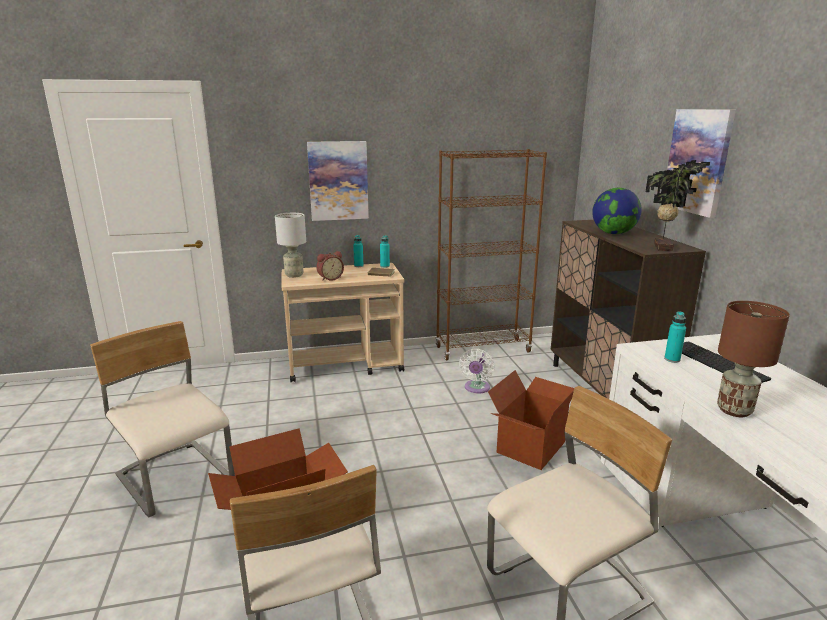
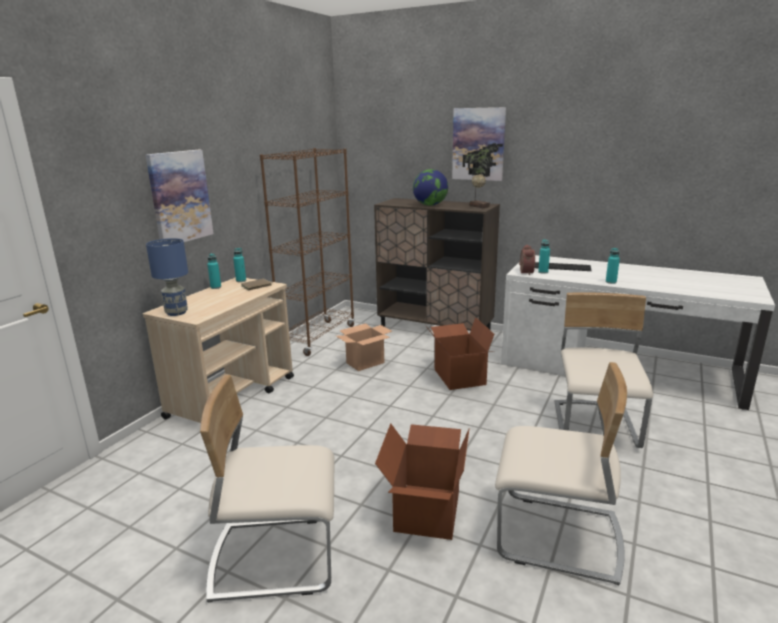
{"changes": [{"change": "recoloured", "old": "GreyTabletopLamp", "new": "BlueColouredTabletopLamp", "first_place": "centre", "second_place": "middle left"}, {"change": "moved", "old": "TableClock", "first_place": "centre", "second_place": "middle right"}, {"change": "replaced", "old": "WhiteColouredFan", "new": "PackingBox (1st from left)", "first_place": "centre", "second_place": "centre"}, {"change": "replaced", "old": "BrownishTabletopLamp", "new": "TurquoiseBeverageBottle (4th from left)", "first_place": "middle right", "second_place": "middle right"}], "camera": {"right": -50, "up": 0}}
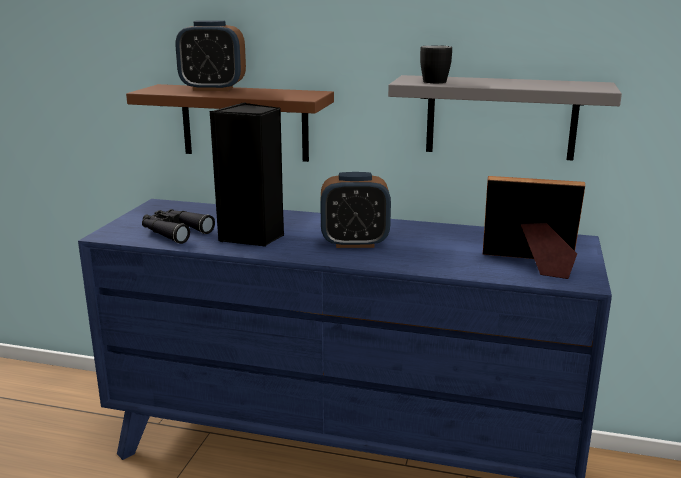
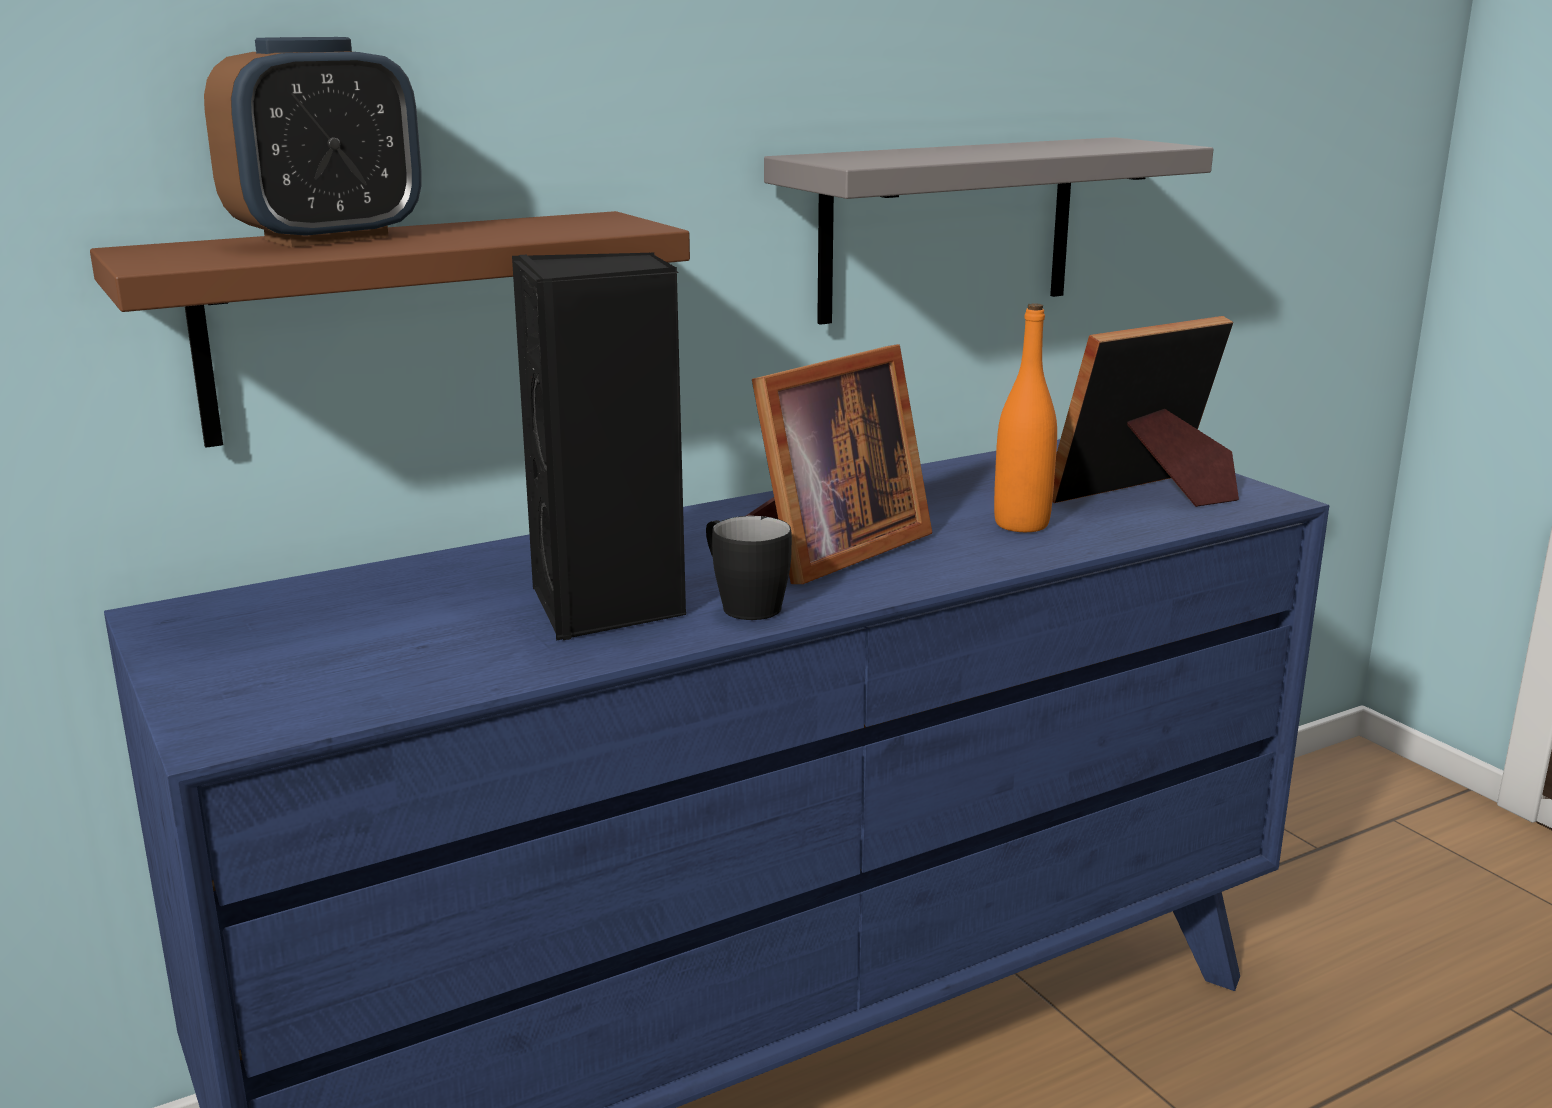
{"changes": [{"change": "removed", "old": "BlackishPairOfBinoculars", "first_place": "middle left"}, {"change": "replaced", "old": "TableClock (2nd from left)", "new": "StandingFrame (1st from left)", "first_place": "centre", "second_place": "centre"}, {"change": "moved", "old": "BlackishCoffeeMug", "first_place": "top centre", "second_place": "centre"}, {"change": "added", "new": "OrangeyBeverageBottle", "second_place": "centre"}], "camera": {"right": -45, "up": 0}}
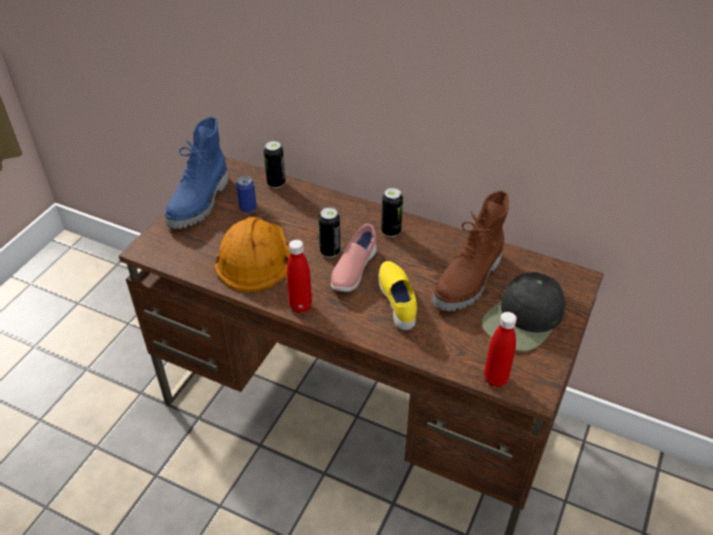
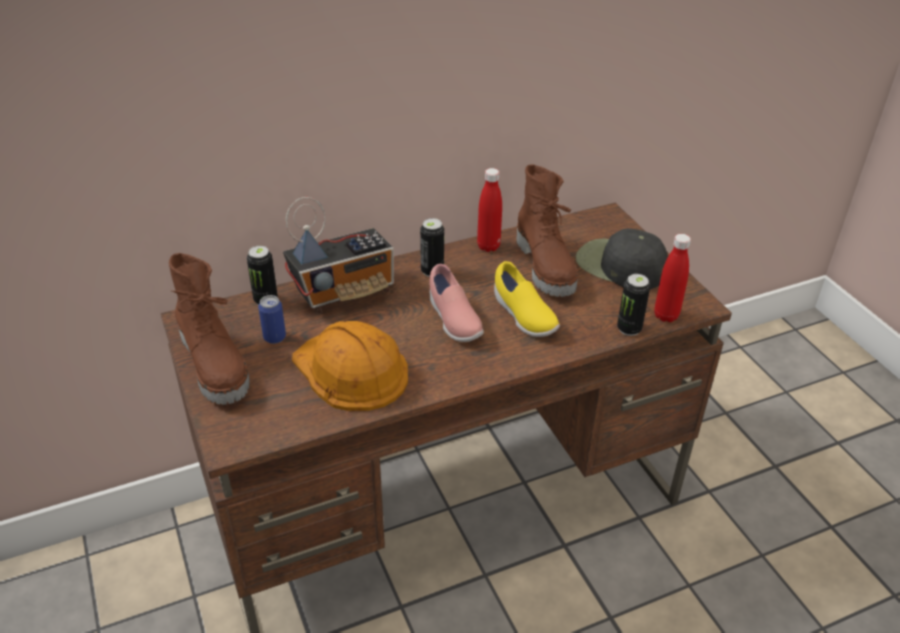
{"changes": [{"change": "recoloured", "old": "BlueColouredHighTopBoot", "new": "BrownishHighTopBoot (1st from left)", "first_place": "top left", "second_place": "middle left"}, {"change": "moved", "old": "RedColouredBeverageBottle (1st from left)", "first_place": "centre", "second_place": "top centre"}, {"change": "moved", "old": "SealedCan (3rd from left in the first image)", "new": "SealedCan (4th from left)", "first_place": "centre", "second_place": "middle right"}, {"change": "turned", "old": "YellowItemOfFootwear", "first_place": "centre", "second_place": "centre", "degrees": -150}, {"change": "turned", "old": "BlackishBaseballCap", "first_place": "middle right", "second_place": "middle right", "degrees": 135}, {"change": "added", "new": "Radio", "second_place": "centre"}], "camera": {"right": -50, "up": -5}}
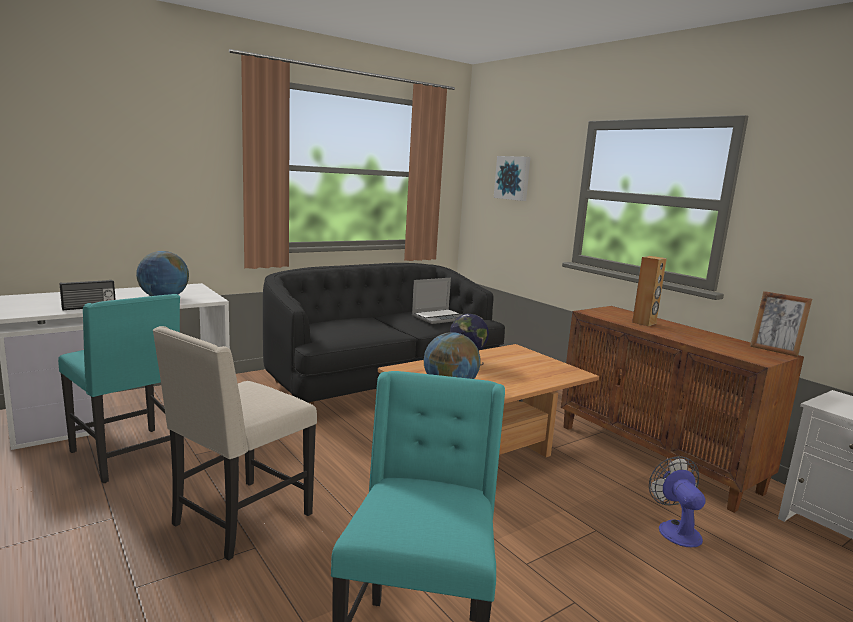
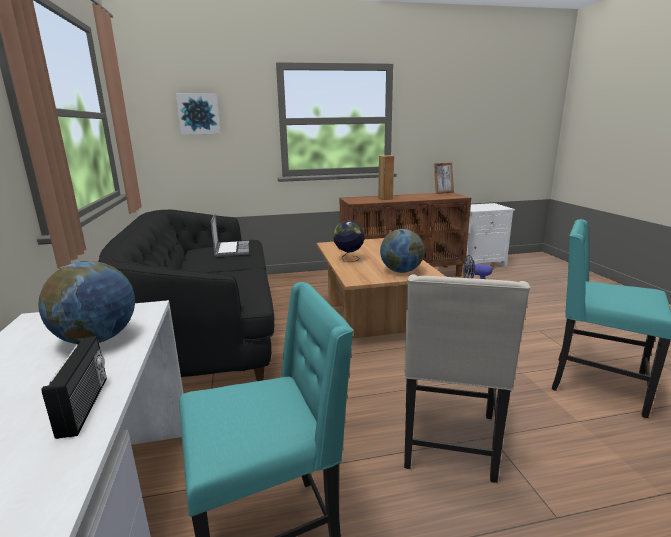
{"changes": [{"change": "turned", "old": "BeigeChair", "first_place": "bottom left", "second_place": "bottom right", "degrees": 45}], "camera": {"right": -65, "up": 5}}
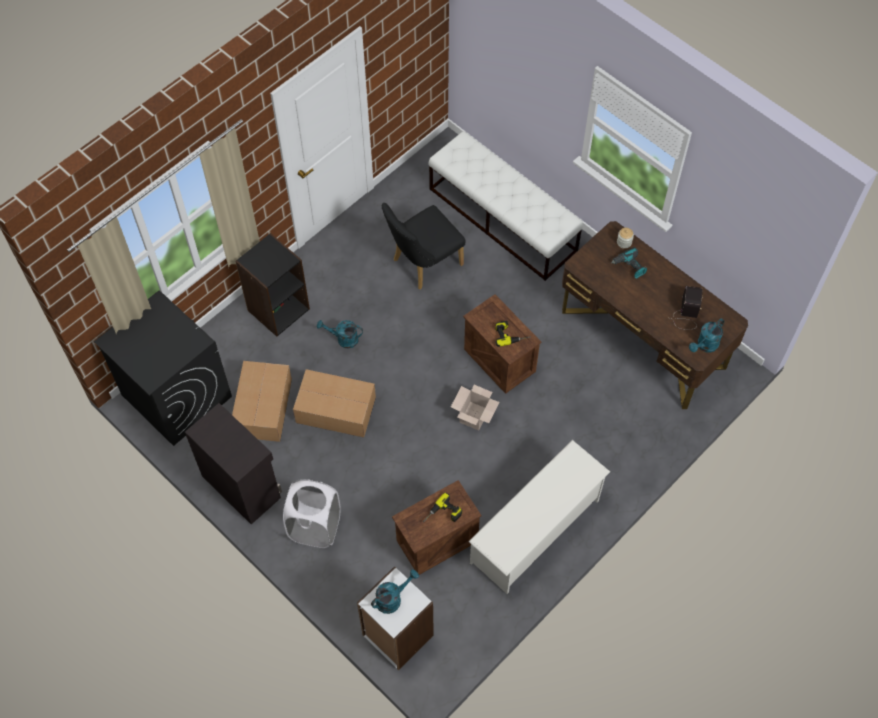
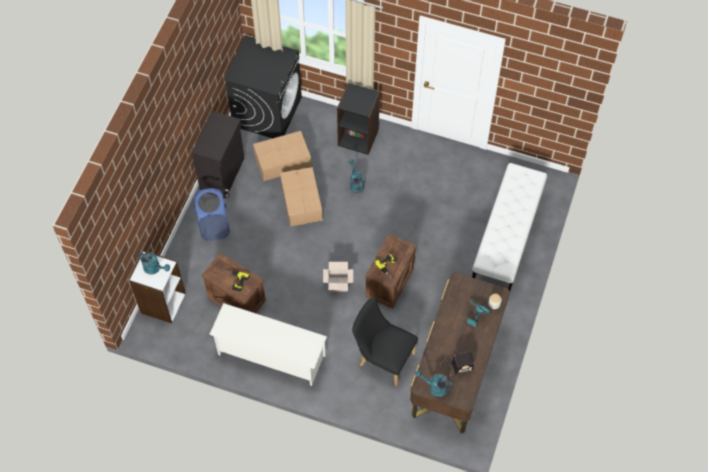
{"changes": [{"change": "recoloured", "old": "WhiteColouredWashingBasket", "new": "BlueColouredWashingBasket", "first_place": "bottom centre", "second_place": "middle left"}, {"change": "moved", "old": "BlackishChair", "first_place": "centre", "second_place": "bottom centre"}], "camera": {"right": 65, "up": 0}}
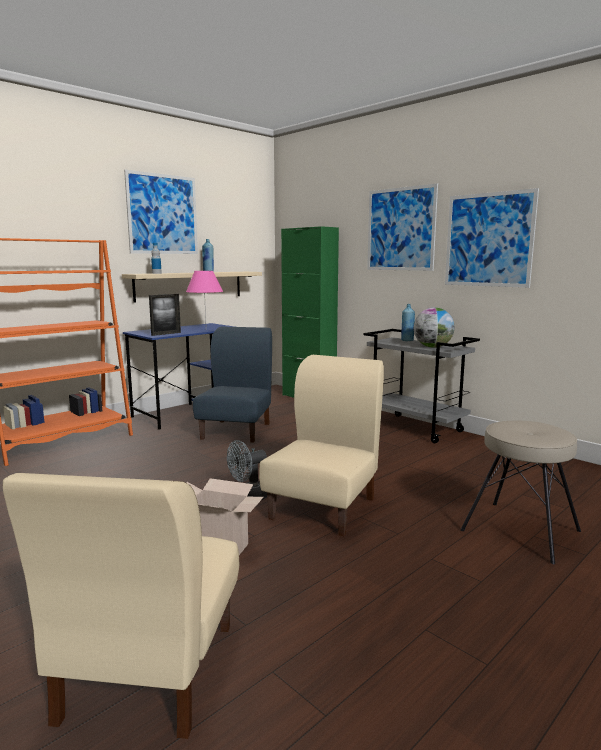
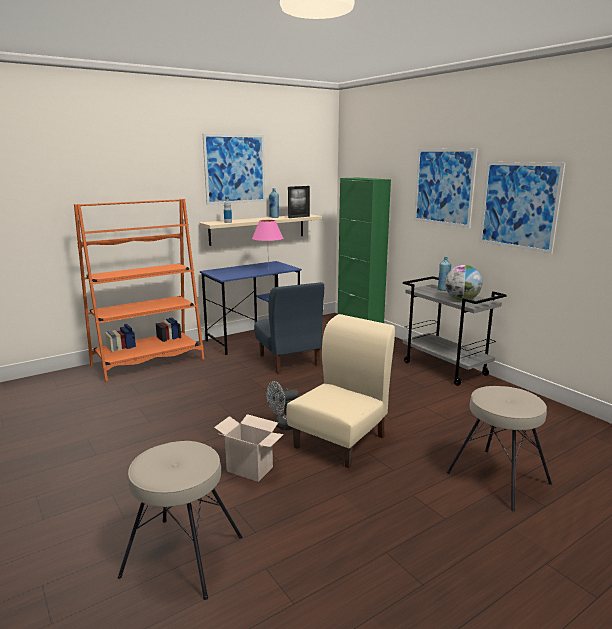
{"changes": [{"change": "replaced", "old": "BeigeChair (1st from left)", "new": "BeigeStoolSeat (1st from left)", "first_place": "bottom left", "second_place": "bottom left"}, {"change": "moved", "old": "StandingFrame", "first_place": "middle left", "second_place": "top centre"}, {"change": "turned", "old": "BlueColouredChair", "first_place": "centre", "second_place": "centre", "degrees": 135}], "camera": {"right": 10, "up": 5}}
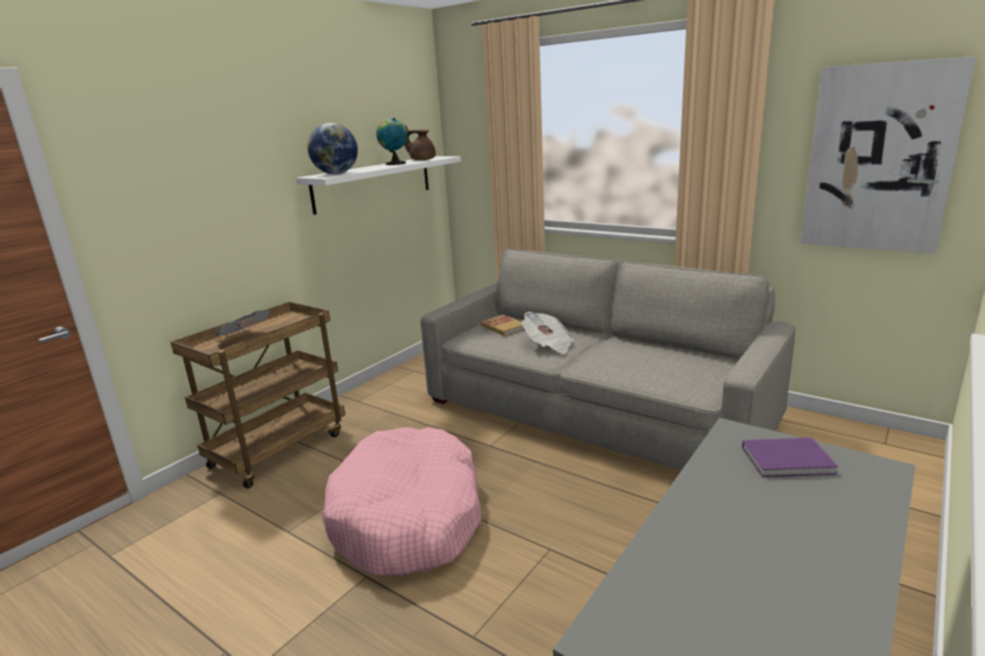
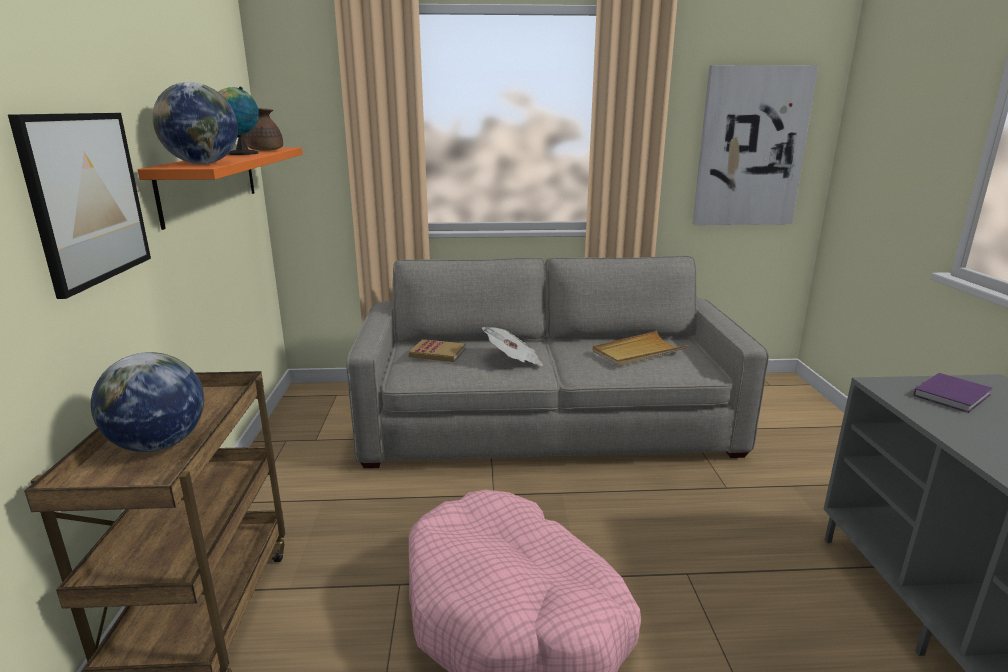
{"changes": [{"change": "replaced", "old": "PrintedPaper (1st from left)", "new": "Globe (1st from left)", "first_place": "middle left", "second_place": "middle left"}, {"change": "recoloured", "old": "WhiteColouredBracketShelf", "new": "OrangeyBracketShelf", "first_place": "top centre", "second_place": "top left"}, {"change": "added", "new": "WallPicture (1st from left)", "second_place": "top left"}, {"change": "added", "new": "BeigeCarryingTray", "second_place": "centre"}], "camera": {"right": -40, "up": 0}}
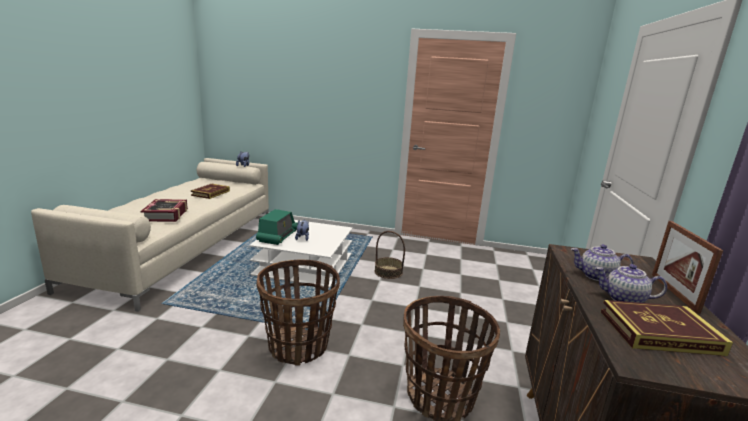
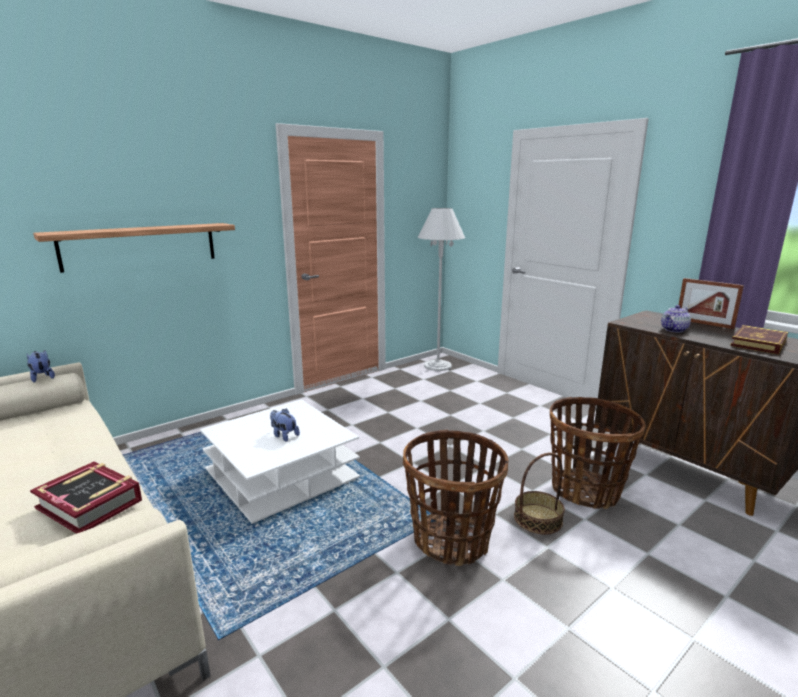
{"changes": [{"change": "removed", "old": "Book (2nd from left)", "first_place": "middle left"}, {"change": "removed", "old": "Radio", "first_place": "centre"}, {"change": "moved", "old": "Basket (2nd from left)", "first_place": "centre", "second_place": "bottom right"}, {"change": "removed", "old": "PotForTea (2nd from left)", "first_place": "bottom right"}, {"change": "added", "new": "BracketShelf", "second_place": "middle left"}, {"change": "added", "new": "WhiteColouredStandingLamp", "second_place": "centre"}], "camera": {"right": -50, "up": 0}}
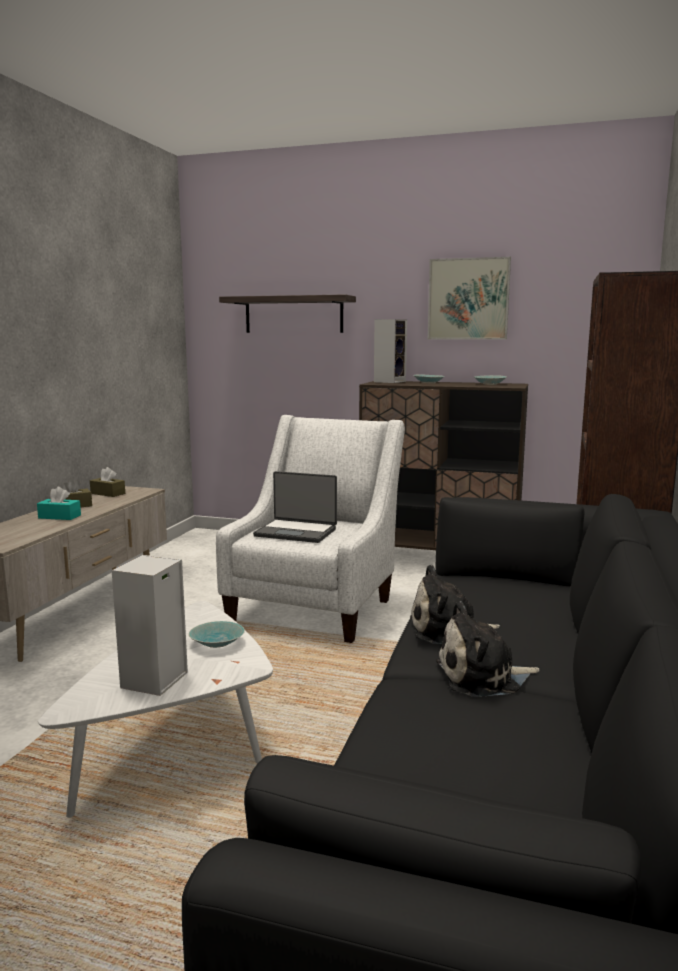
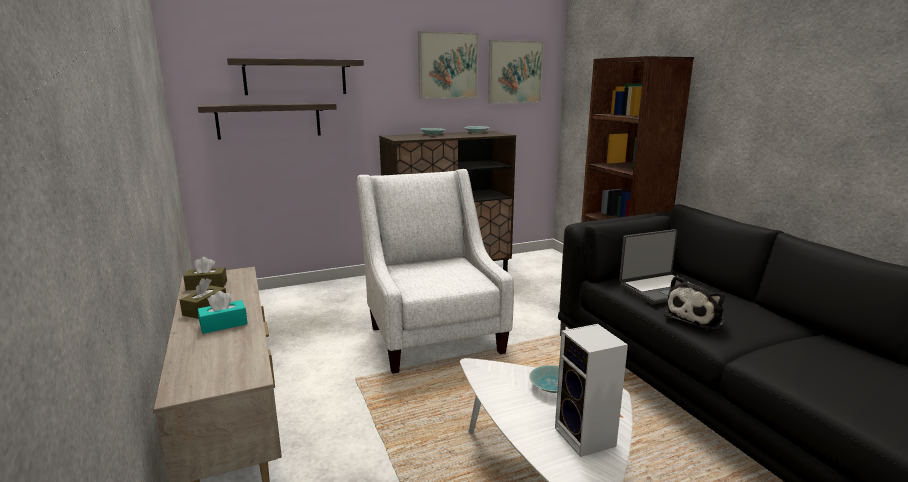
{"changes": [{"change": "moved", "old": "PortableComputer", "first_place": "centre", "second_place": "middle right"}, {"change": "removed", "old": "Speaker (2nd from left)", "first_place": "centre"}, {"change": "removed", "old": "SoftToy (2nd from left)", "first_place": "bottom right"}, {"change": "added", "new": "BracketShelf (1st from left)", "second_place": "top left"}, {"change": "added", "new": "WallPicture (2nd from left)", "second_place": "top centre"}], "camera": {"right": -40, "up": 5}}
